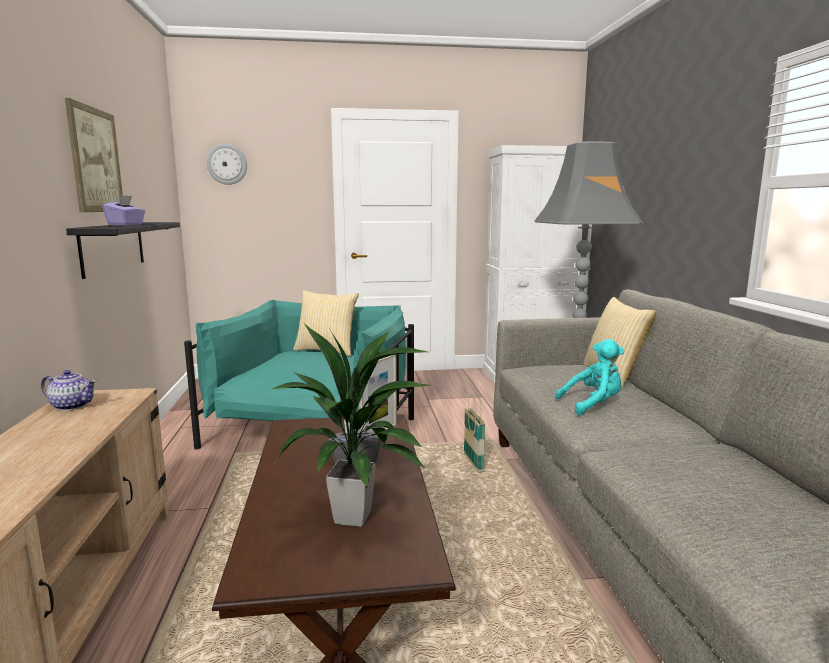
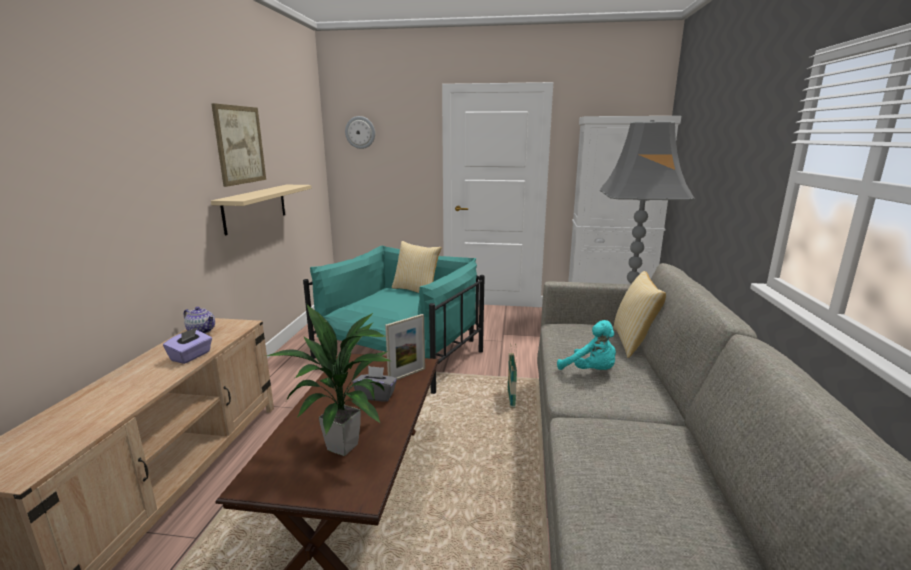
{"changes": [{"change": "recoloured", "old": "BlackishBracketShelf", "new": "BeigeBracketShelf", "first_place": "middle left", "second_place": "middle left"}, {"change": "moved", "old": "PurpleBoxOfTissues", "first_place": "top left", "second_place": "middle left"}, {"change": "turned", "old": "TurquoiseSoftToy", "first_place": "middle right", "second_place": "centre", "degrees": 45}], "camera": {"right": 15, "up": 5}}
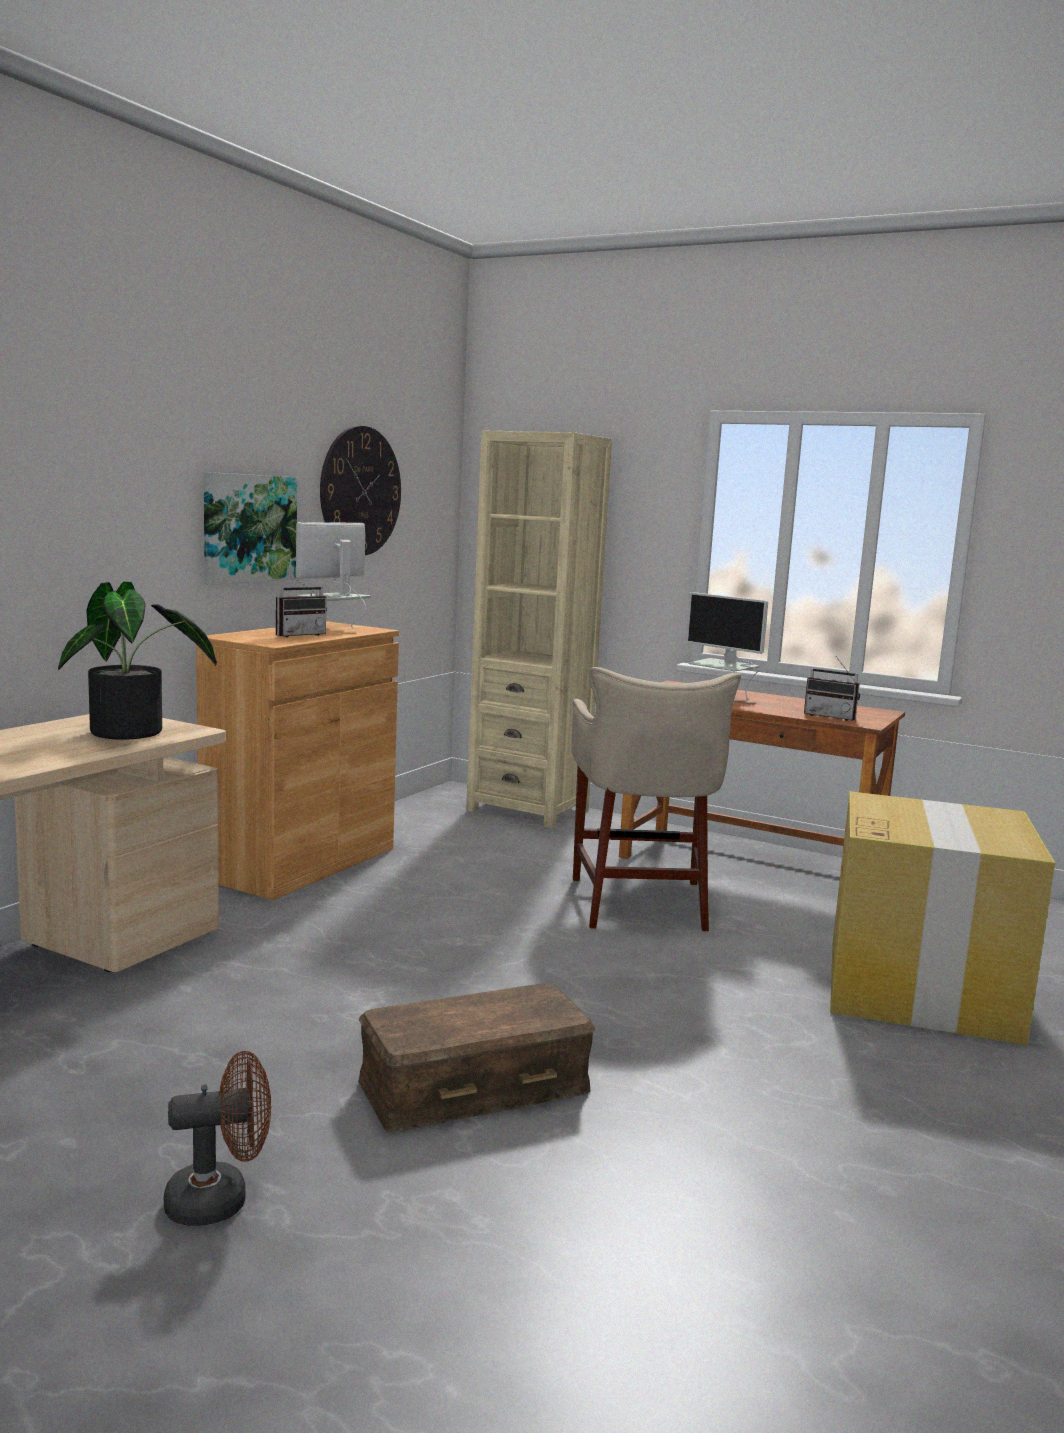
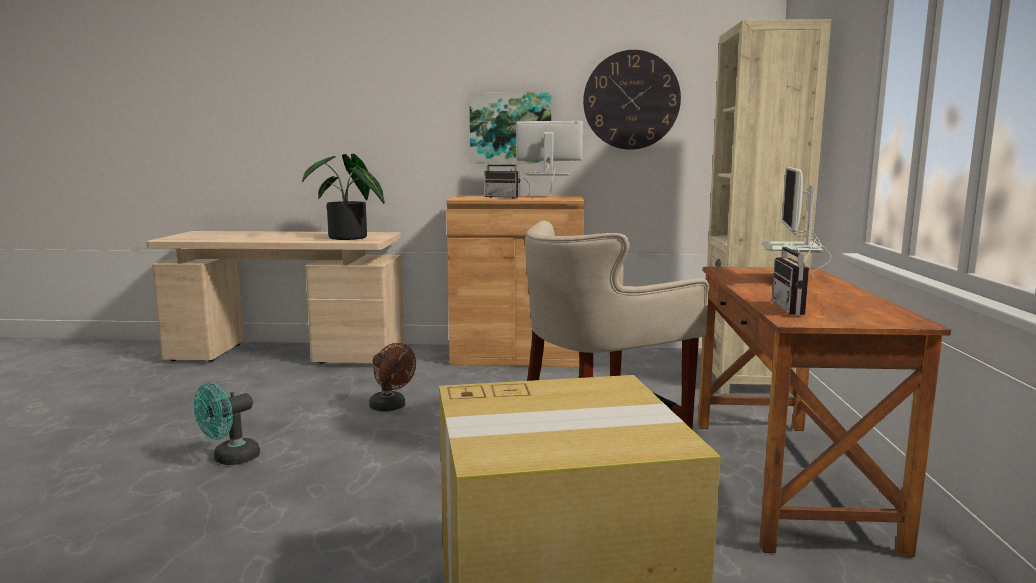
{"changes": [{"change": "moved", "old": "BrownishFan", "first_place": "bottom left", "second_place": "centre"}, {"change": "replaced", "old": "BrownishStorageBin", "new": "TurquoiseFan", "first_place": "bottom centre", "second_place": "bottom left"}], "camera": {"right": 65, "up": 0}}
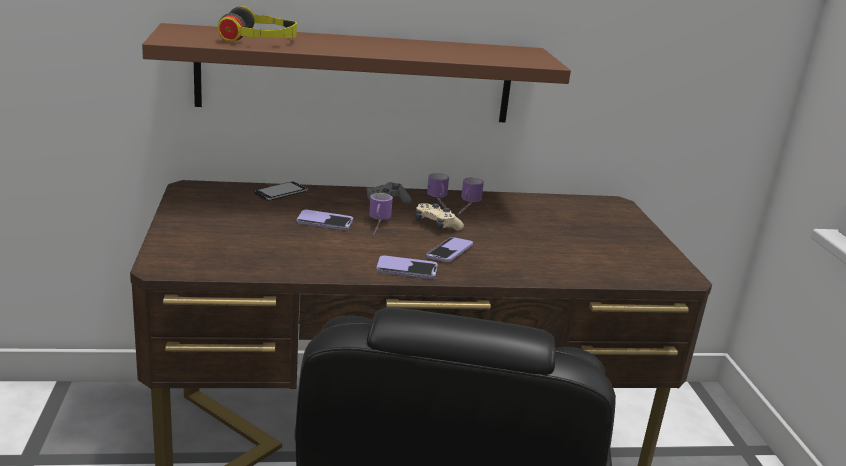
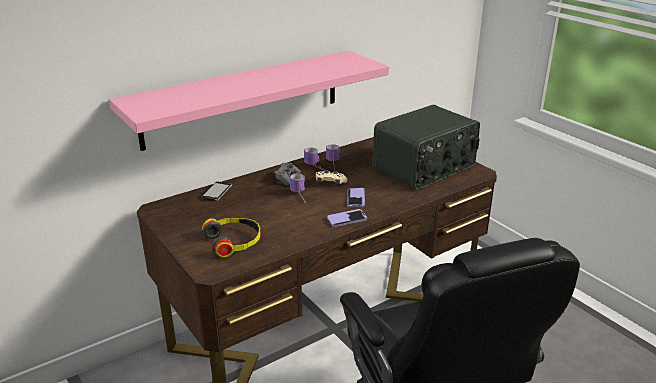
{"changes": [{"change": "recoloured", "old": "BrownishBracketShelf", "new": "PinkishBracketShelf", "first_place": "top centre", "second_place": "top centre"}, {"change": "moved", "old": "Headphones", "first_place": "top left", "second_place": "centre"}, {"change": "removed", "old": "Handset (2nd from left)", "first_place": "centre"}, {"change": "added", "new": "Radio", "second_place": "centre"}], "camera": {"right": -25, "up": 5}}
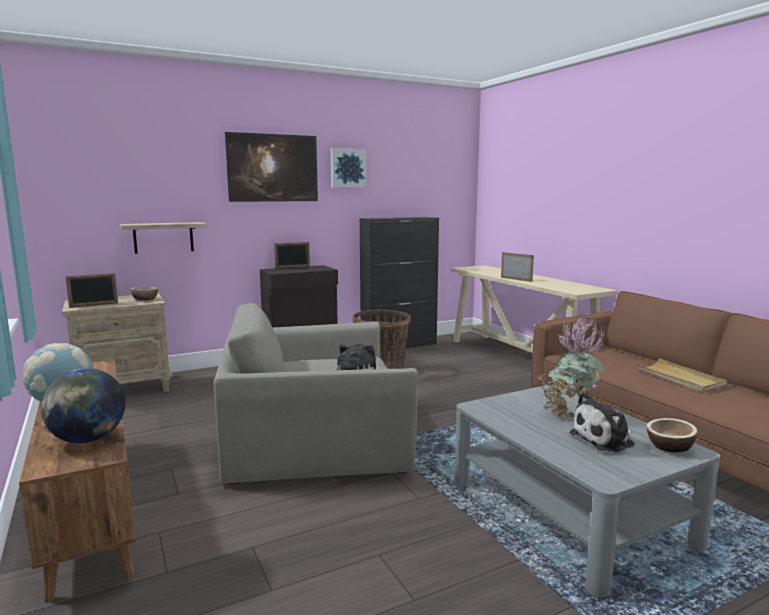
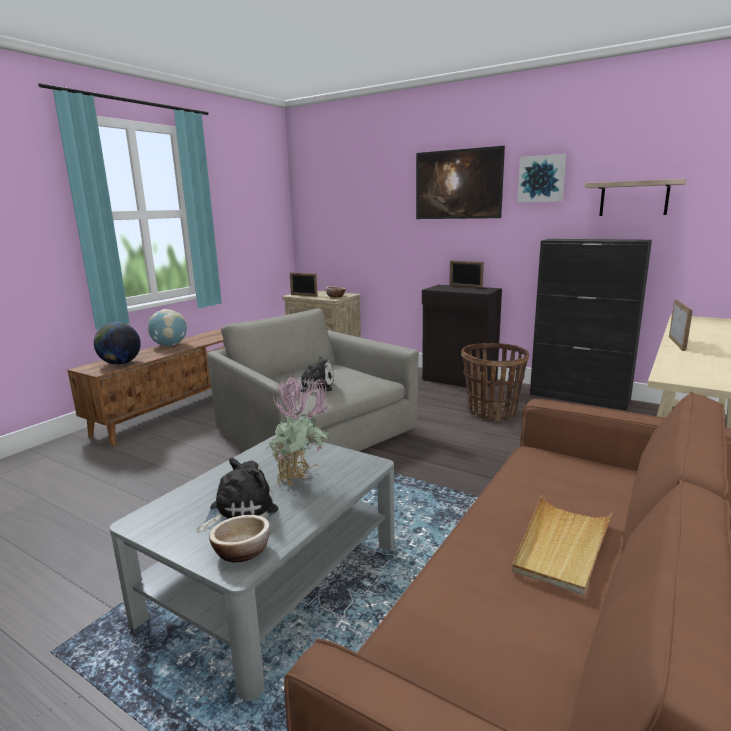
{"changes": [{"change": "moved", "old": "BracketShelf", "first_place": "middle left", "second_place": "top right"}, {"change": "turned", "old": "SoftToy (2nd from left in the first image)", "first_place": "bottom right", "second_place": "bottom left", "degrees": 105}], "camera": {"right": 60, "up": 5}}
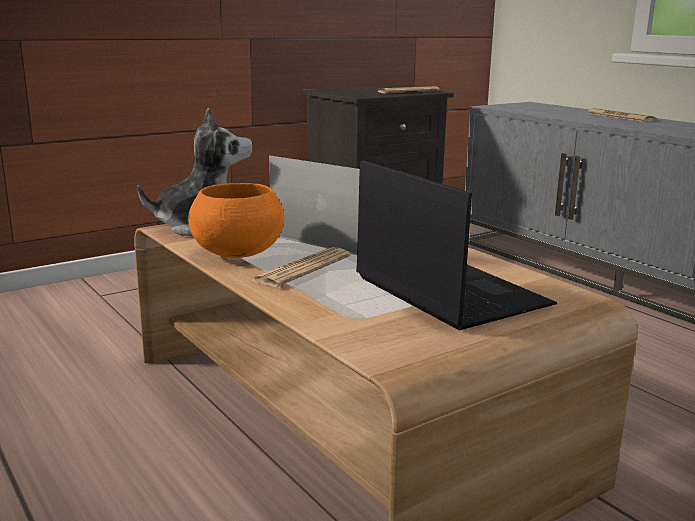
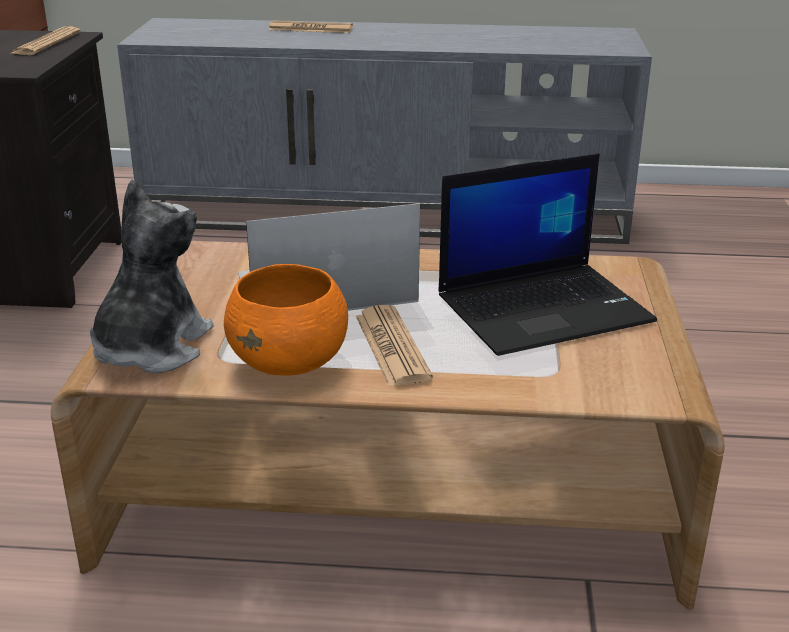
{"changes": [{"change": "turned", "old": "PortableComputer (2nd from left)", "first_place": "centre", "second_place": "middle right", "degrees": 150}], "camera": {"right": -50, "up": 10}}
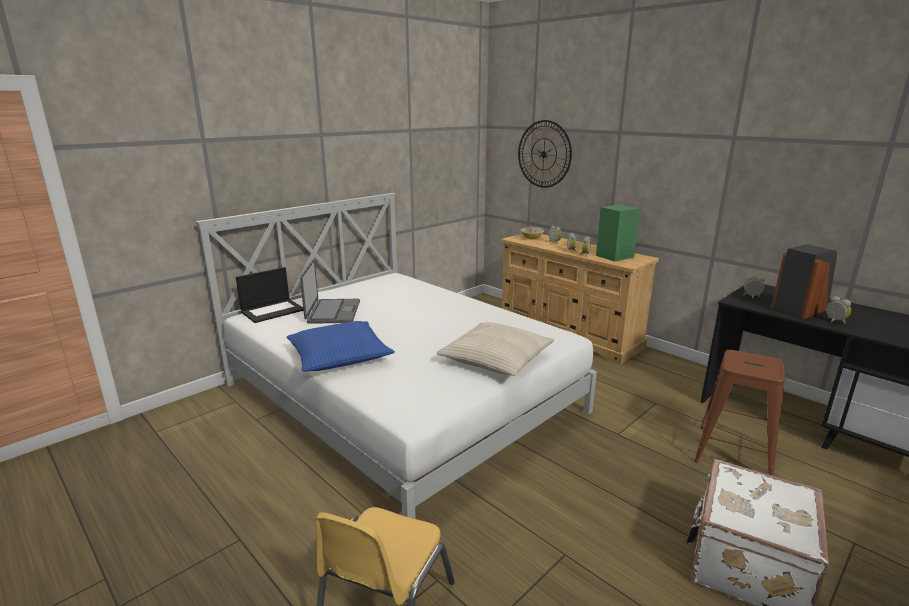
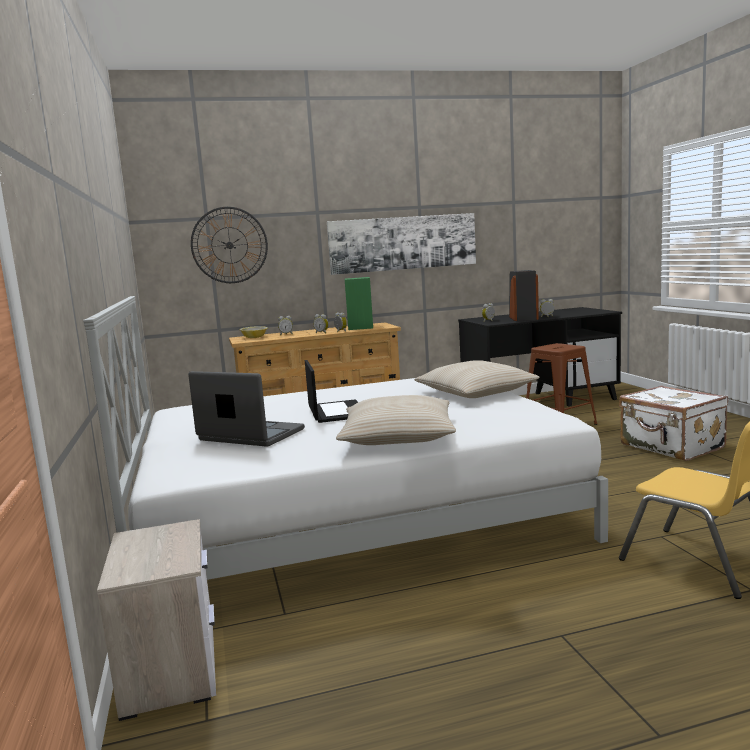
{"changes": [{"change": "moved", "old": "PortableComputer (1st from left in the first image)", "new": "PortableComputer (2nd from left)", "first_place": "middle left", "second_place": "centre"}, {"change": "recoloured", "old": "BlueColouredPillow", "new": "BeigePillow (1st from left)", "first_place": "centre", "second_place": "centre"}, {"change": "added", "new": "BedsideTable", "second_place": "bottom left"}, {"change": "added", "new": "WallPicture", "second_place": "top centre"}], "camera": {"right": -60, "up": -10}}
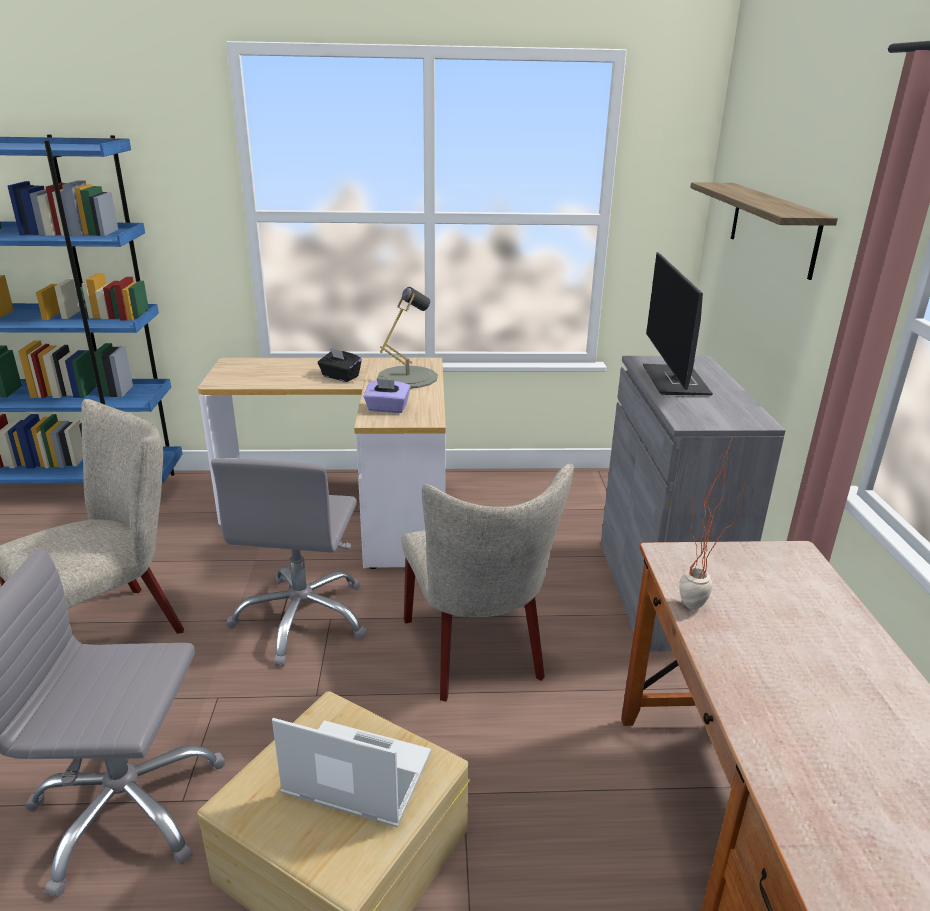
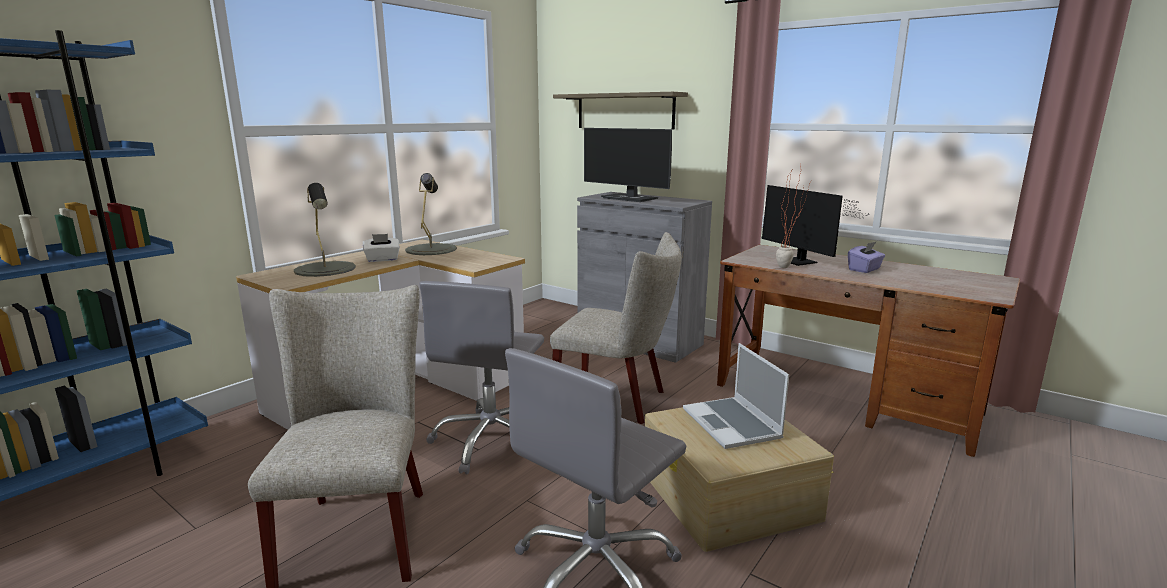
{"changes": [{"change": "turned", "old": "GreyDeskChair (2nd from left in the first image)", "first_place": "middle left", "second_place": "centre", "degrees": 60}, {"change": "turned", "old": "PortableComputer", "first_place": "bottom centre", "second_place": "bottom centre", "degrees": -75}, {"change": "recoloured", "old": "BlackishBoxOfTissues", "new": "WhiteColouredBoxOfTissues", "first_place": "centre", "second_place": "middle left"}, {"change": "moved", "old": "PurpleBoxOfTissues", "first_place": "centre", "second_place": "middle right"}, {"change": "added", "new": "GreyTabletopLamp (1st from left)", "second_place": "middle left"}, {"change": "added", "new": "ComputerScreen (2nd from left)", "second_place": "middle right"}], "camera": {"right": -50, "up": -10}}
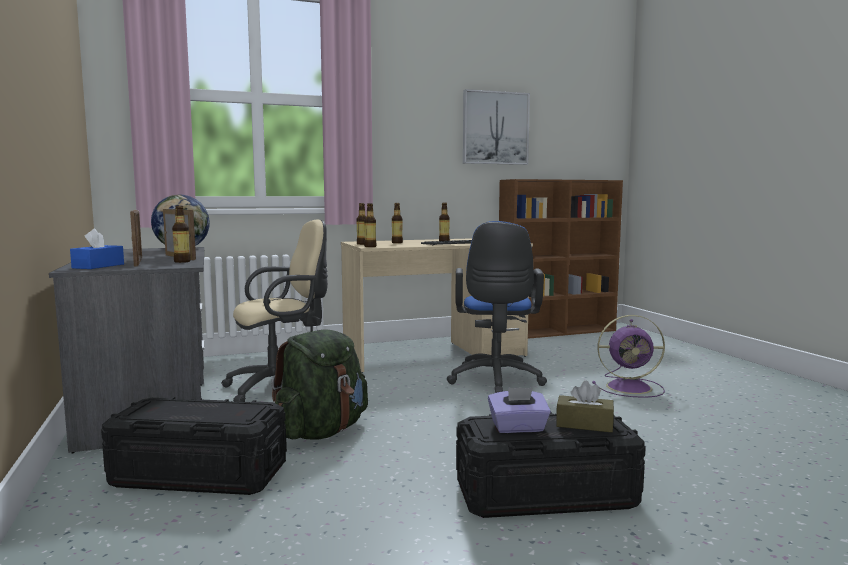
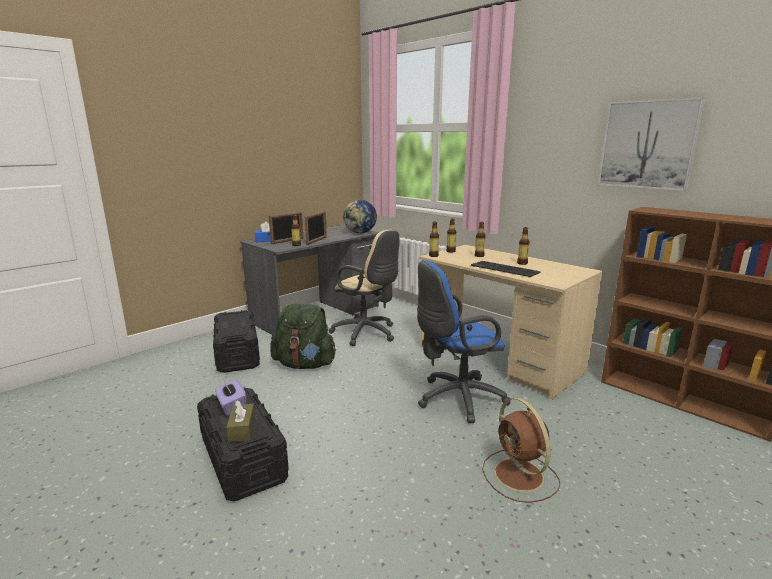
{"changes": [{"change": "recoloured", "old": "PurpleFan", "new": "BrownishFan", "first_place": "middle right", "second_place": "bottom right"}], "camera": {"right": 65, "up": 10}}
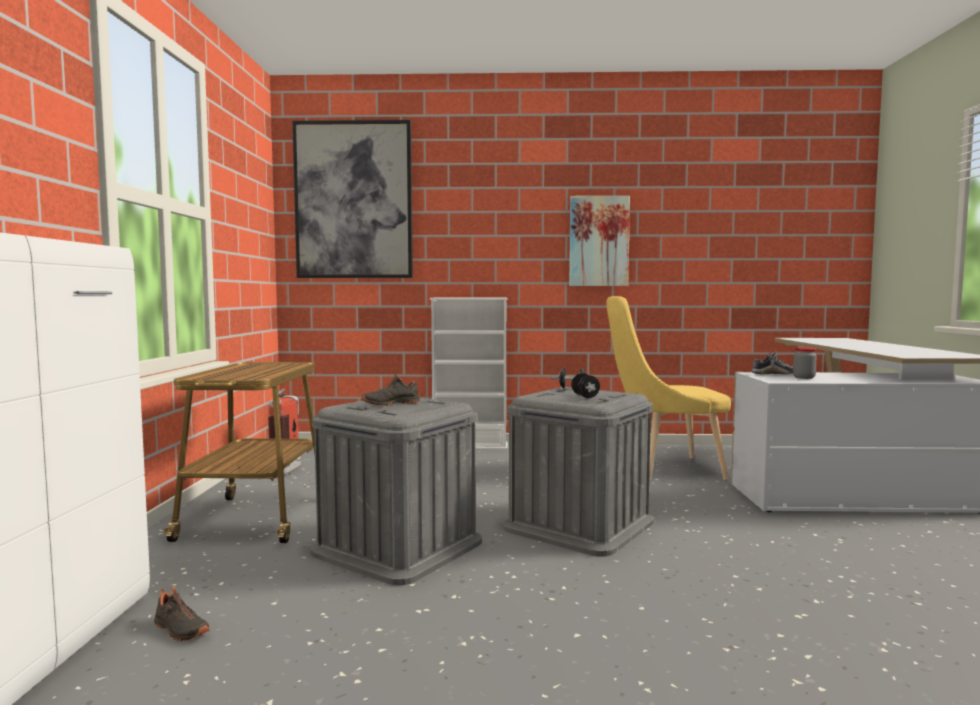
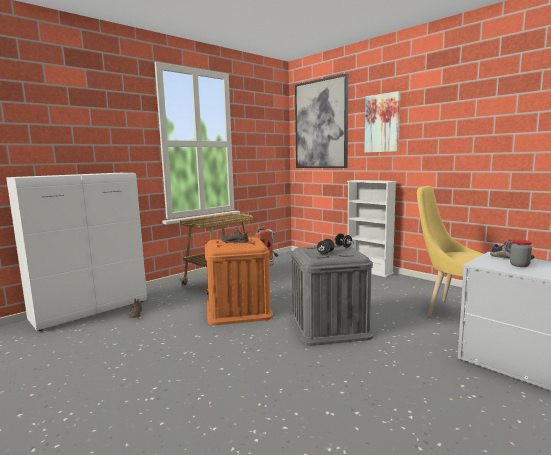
{"changes": [{"change": "recoloured", "old": "GreyStorageBin (1st from left)", "new": "OrangeyStorageBin", "first_place": "bottom centre", "second_place": "centre"}, {"change": "moved", "old": "WallPicture (2nd from left)", "first_place": "centre", "second_place": "top right"}], "camera": {"right": 45, "up": 5}}
